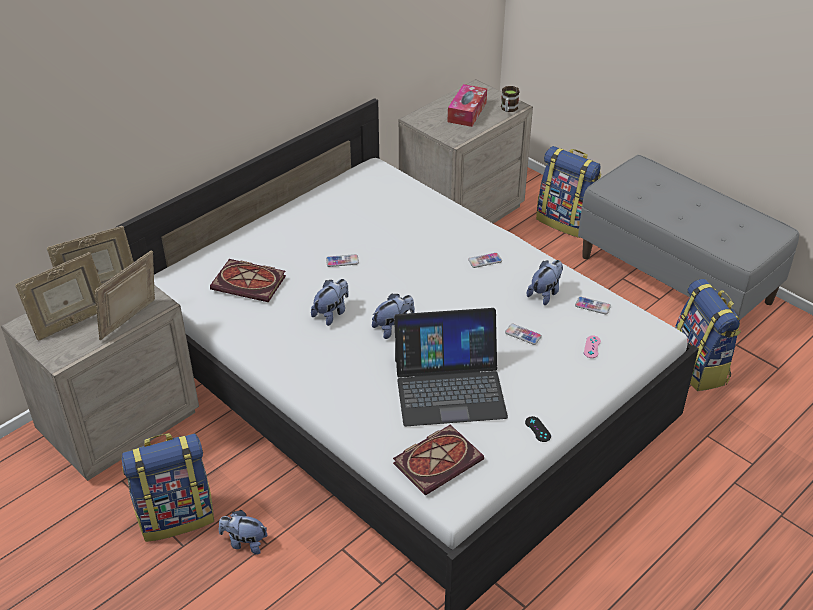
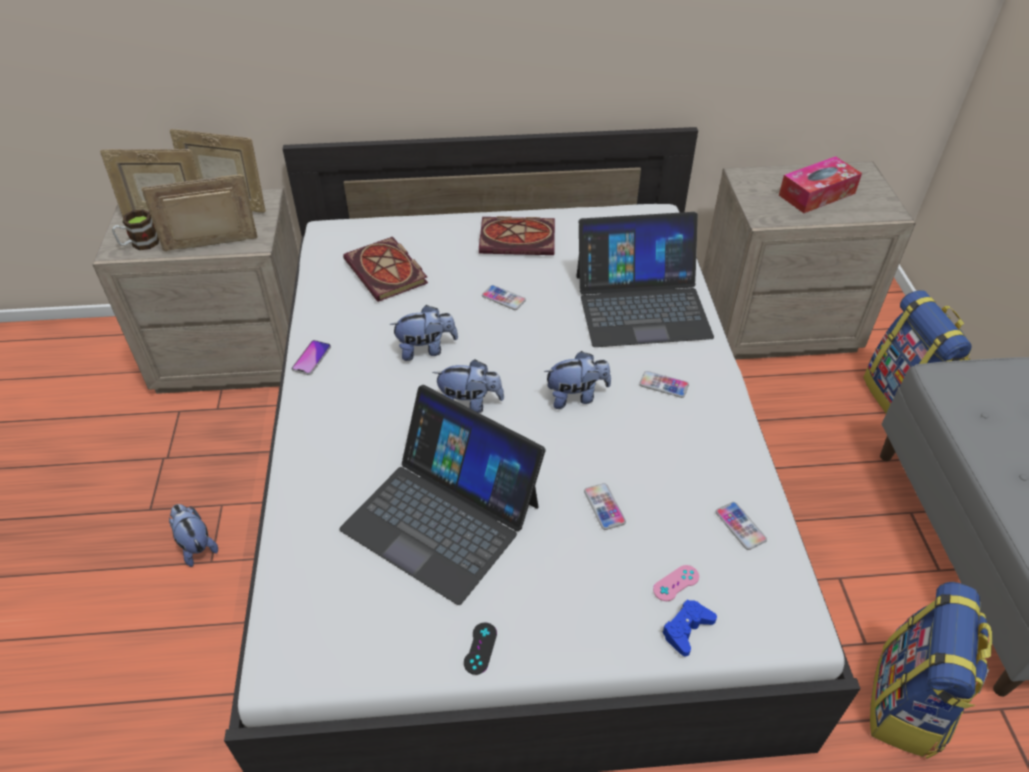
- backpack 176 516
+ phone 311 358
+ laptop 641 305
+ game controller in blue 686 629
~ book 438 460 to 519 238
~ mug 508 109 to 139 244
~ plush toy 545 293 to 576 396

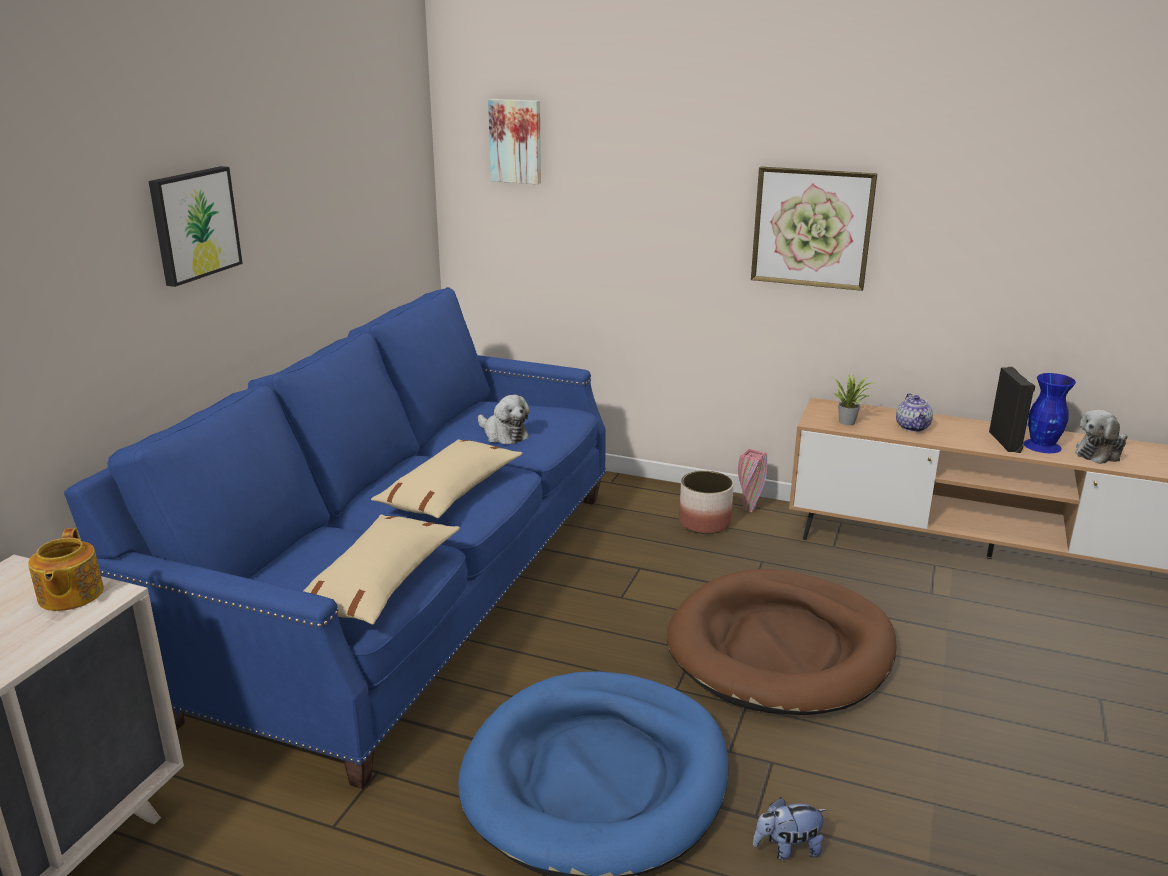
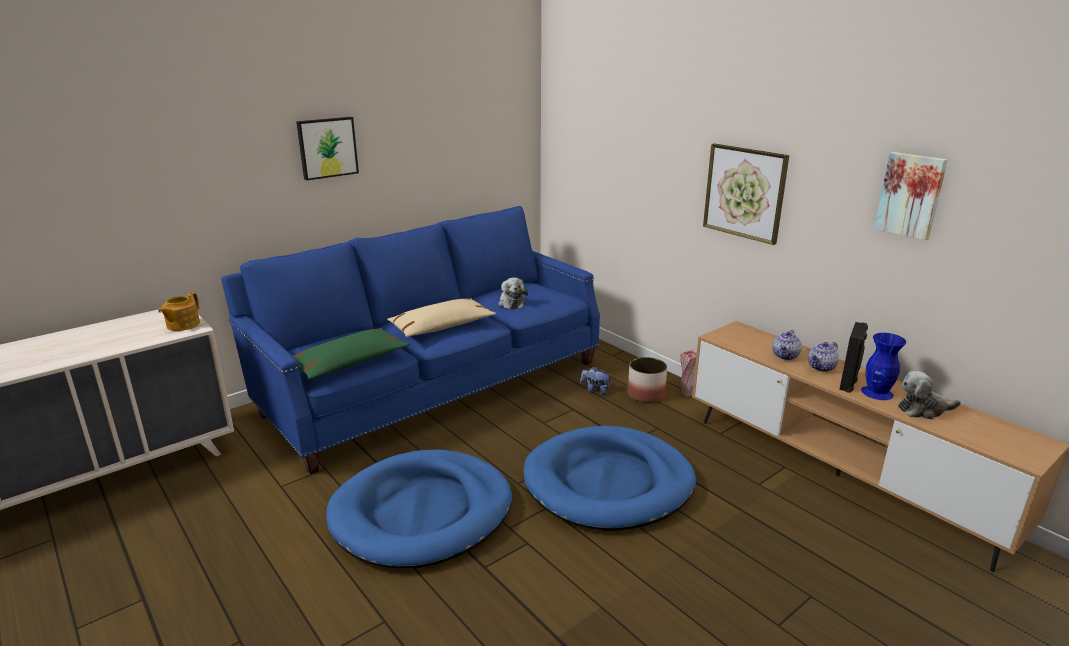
- potted plant 849 422
+ teapot 821 367
~ picture 516 141 to 911 195
~ plush toy 787 849 to 595 390
~ pillow in beige 379 583 to pillow in green 349 363
~ dog bed in brown 780 648 to dog bed in blue 608 483

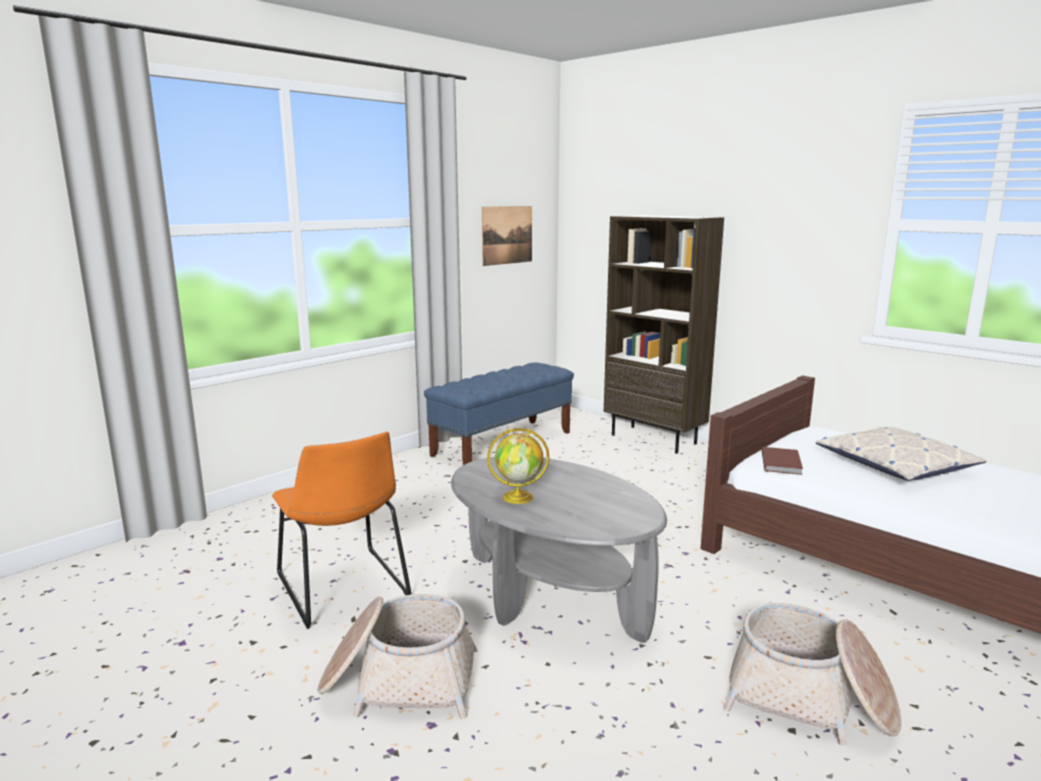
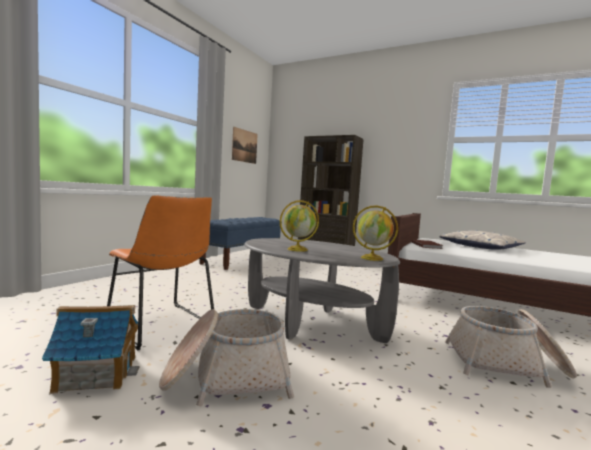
+ toy house 96 373
+ globe 372 258

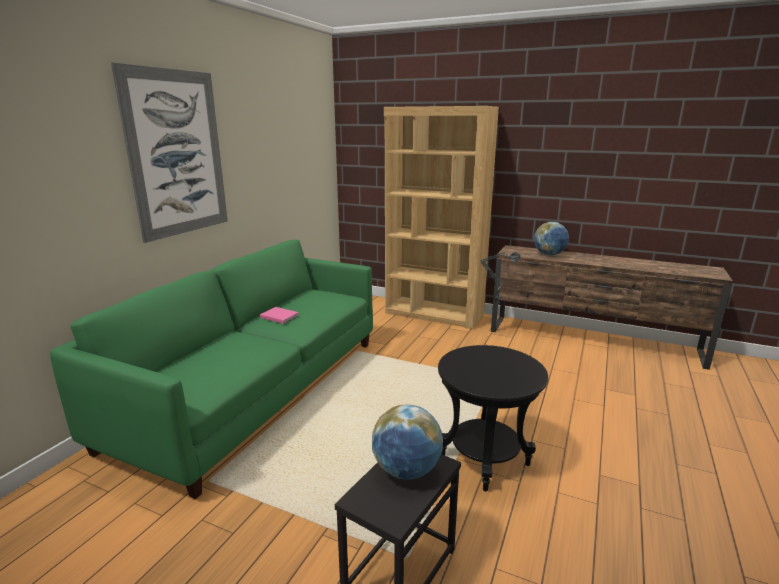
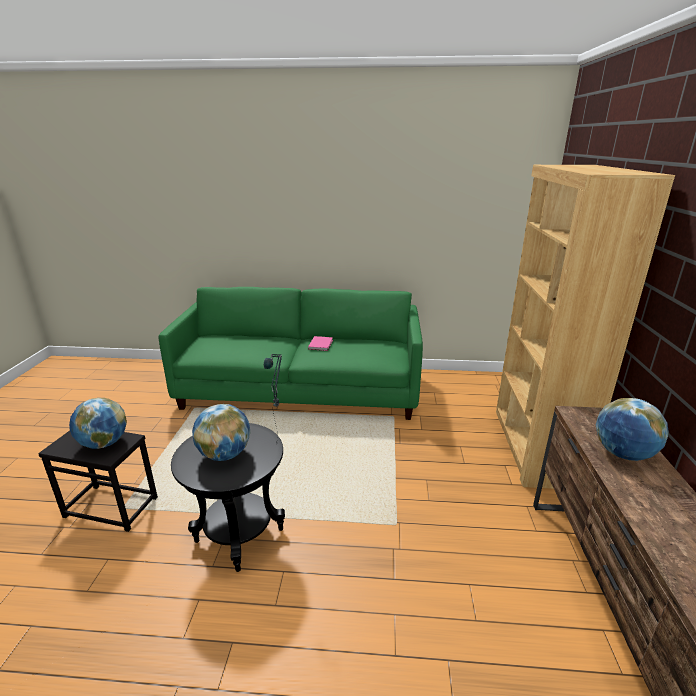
- picture 177 154
+ globe 225 454

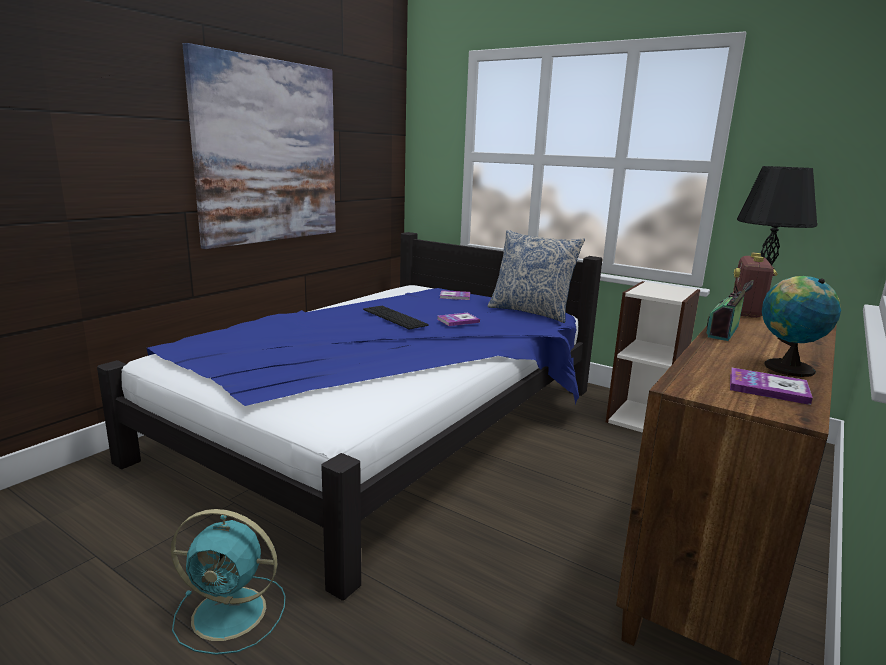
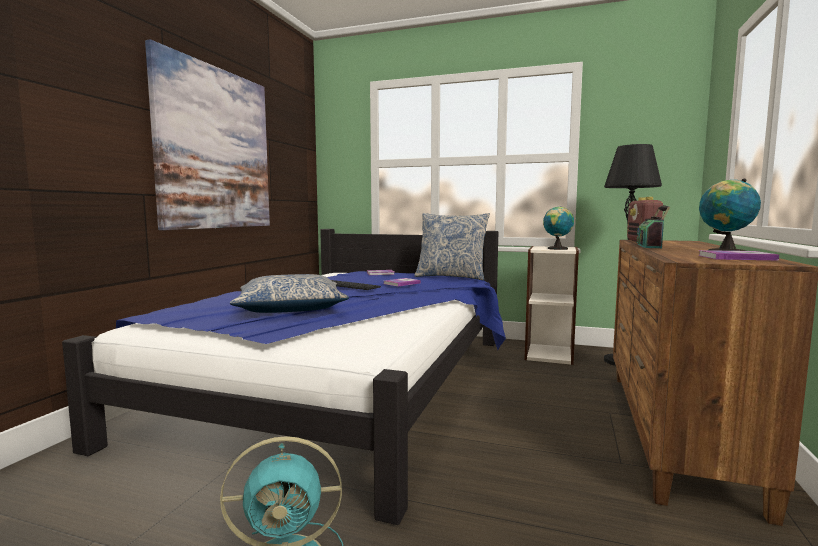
+ pillow 290 308
+ globe 557 249

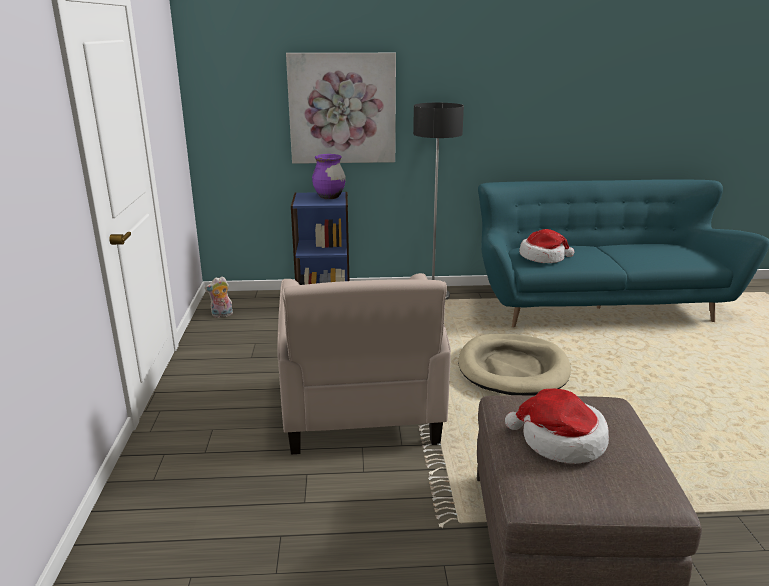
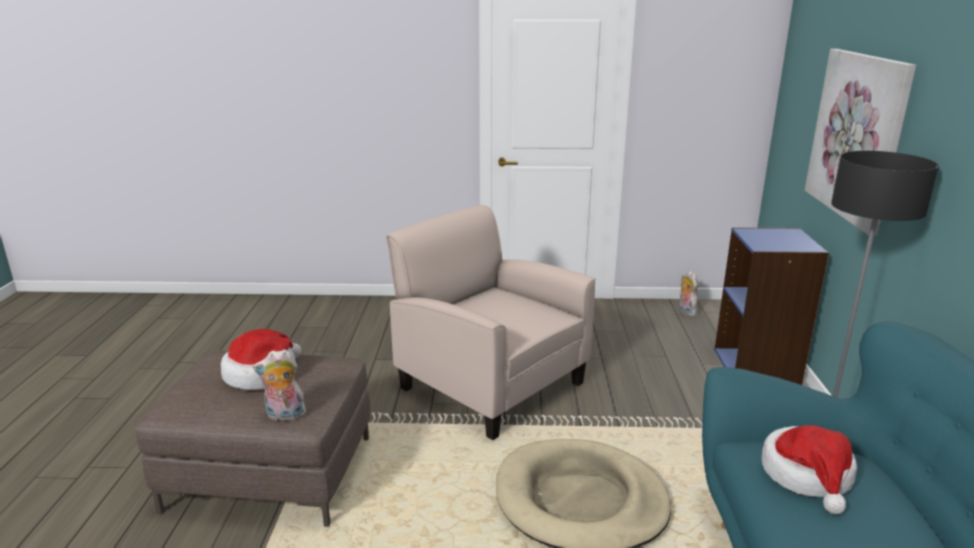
- vase in purple 329 197
+ plush toy 284 416
~ armchair in beige 361 412 = 490 384 45 degrees clockwise

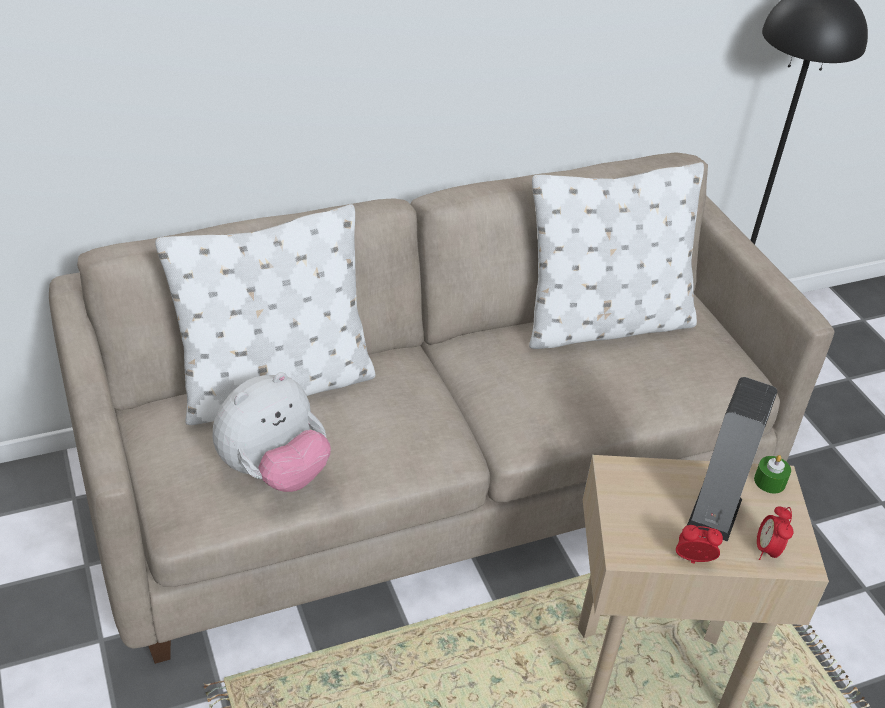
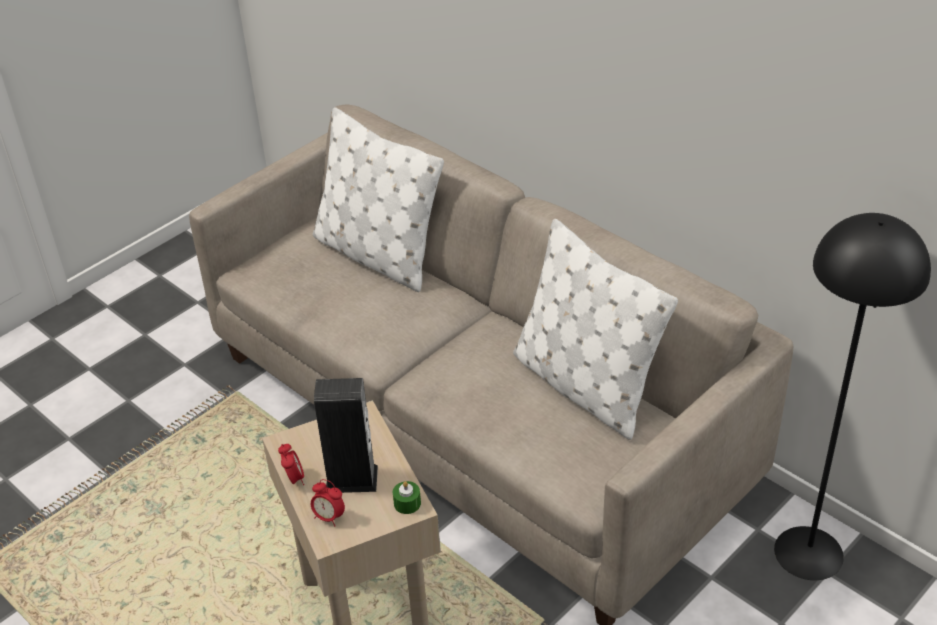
- plush toy 273 472
~ alarm clock 767 550 = 329 517 135 degrees counterclockwise

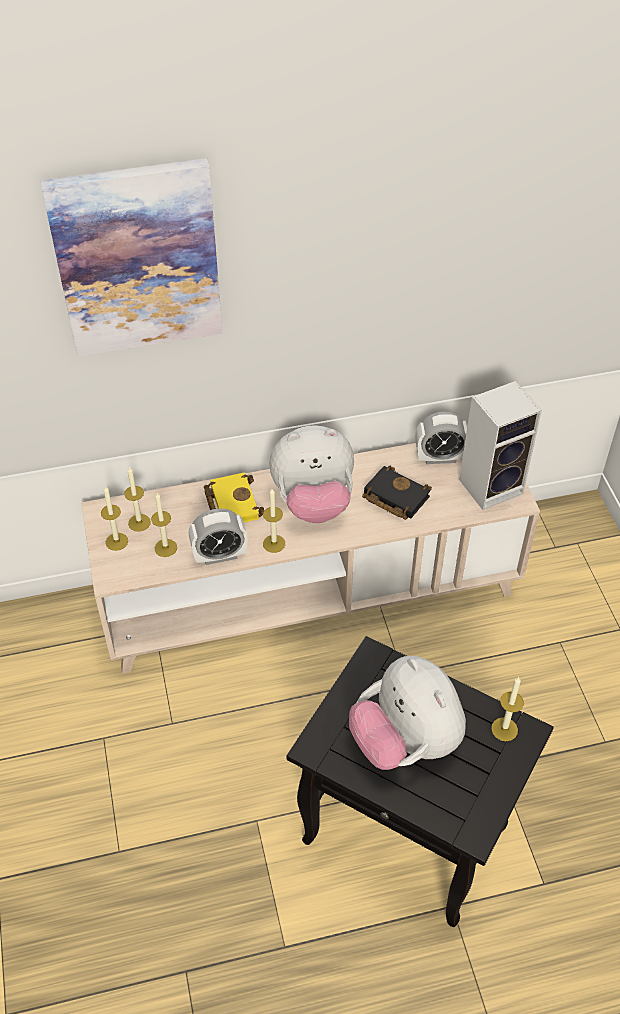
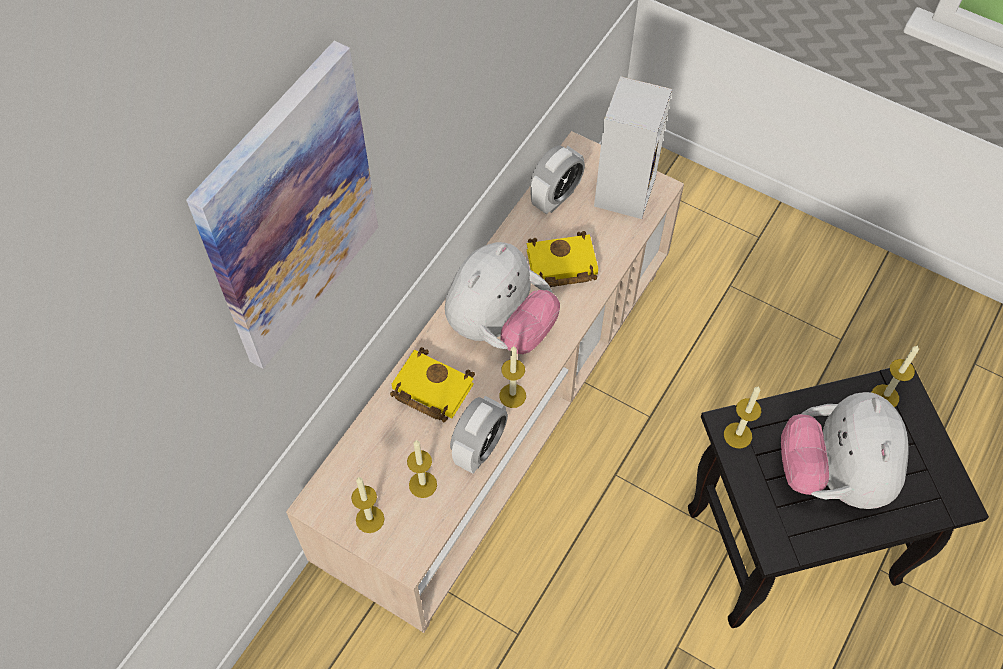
~ candle 139 522 to 737 435
~ book in black 393 497 to book in yellow 560 266
~ plush toy 405 741 = 832 475 75 degrees clockwise

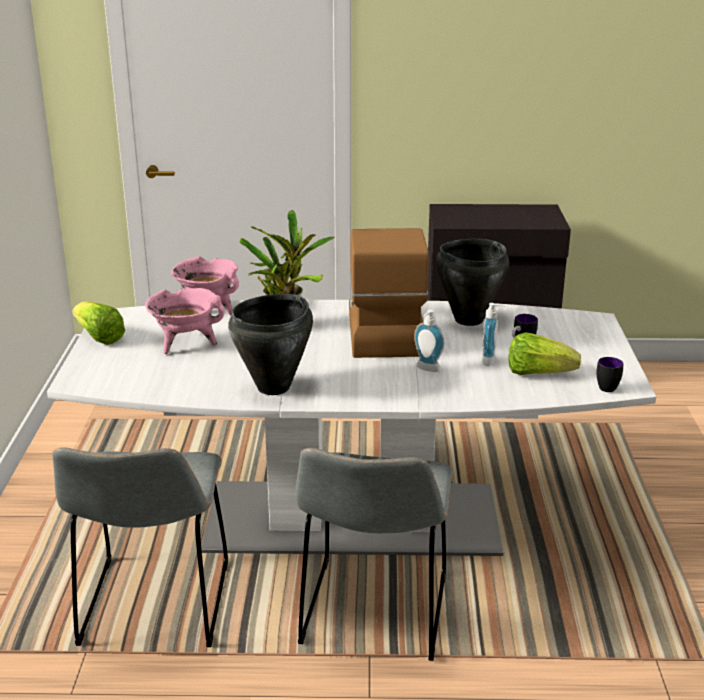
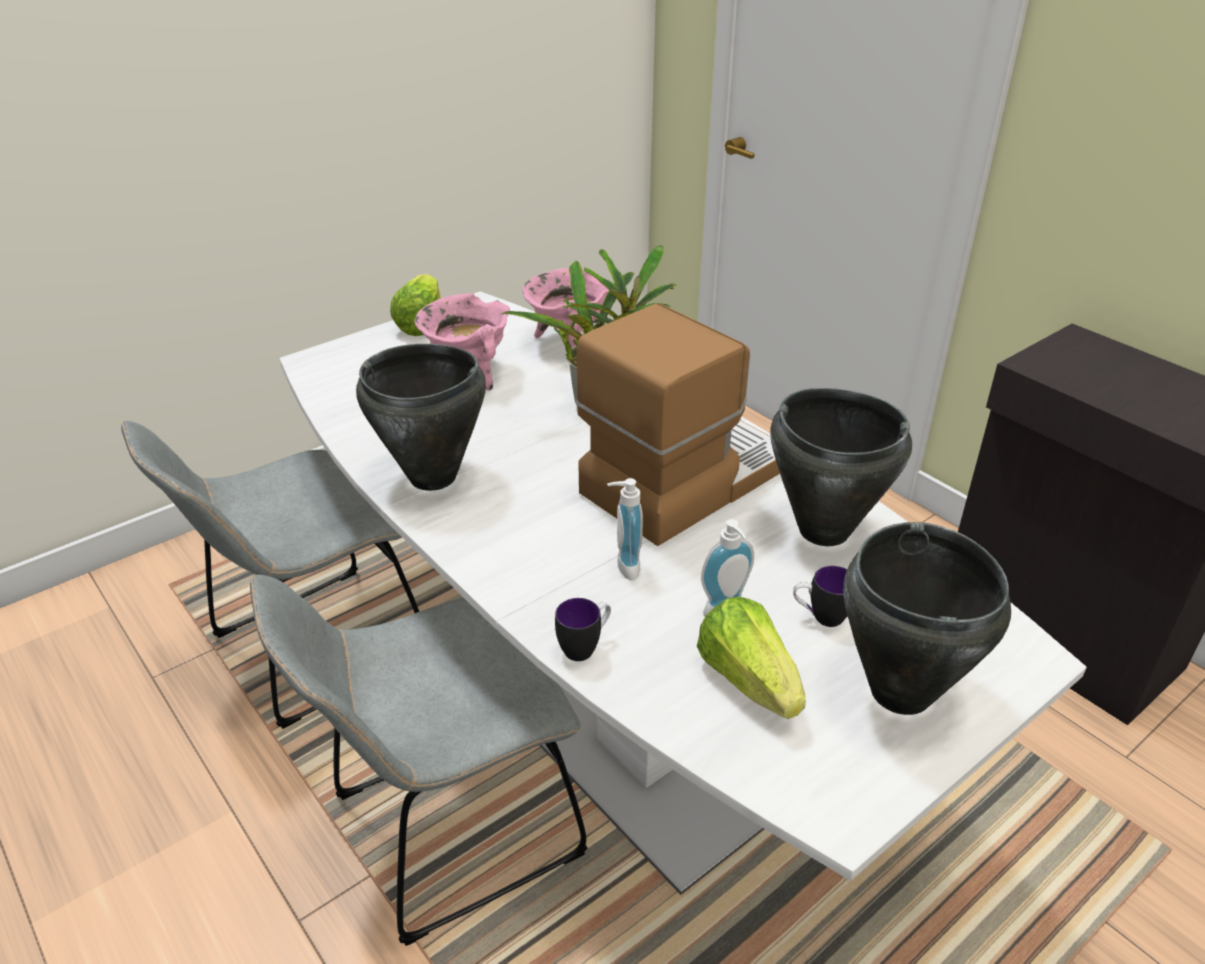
+ cooking pot in black 899 692
~ mug 606 386 to 585 647

